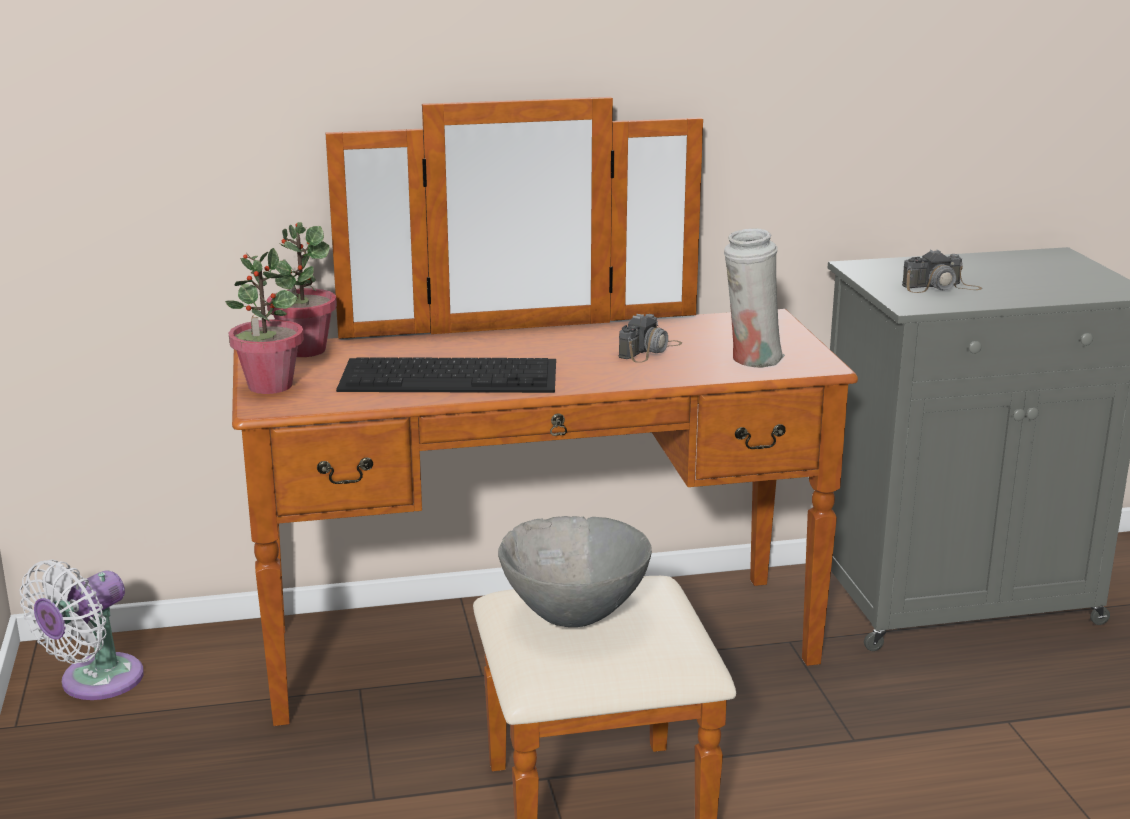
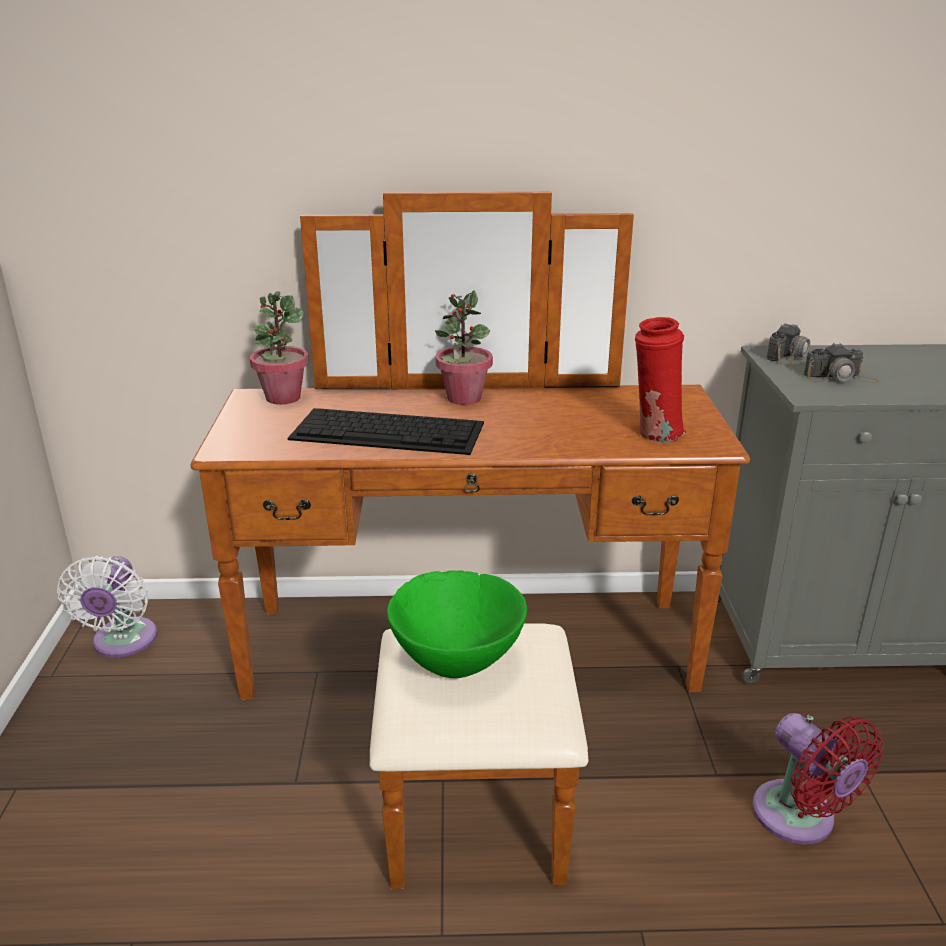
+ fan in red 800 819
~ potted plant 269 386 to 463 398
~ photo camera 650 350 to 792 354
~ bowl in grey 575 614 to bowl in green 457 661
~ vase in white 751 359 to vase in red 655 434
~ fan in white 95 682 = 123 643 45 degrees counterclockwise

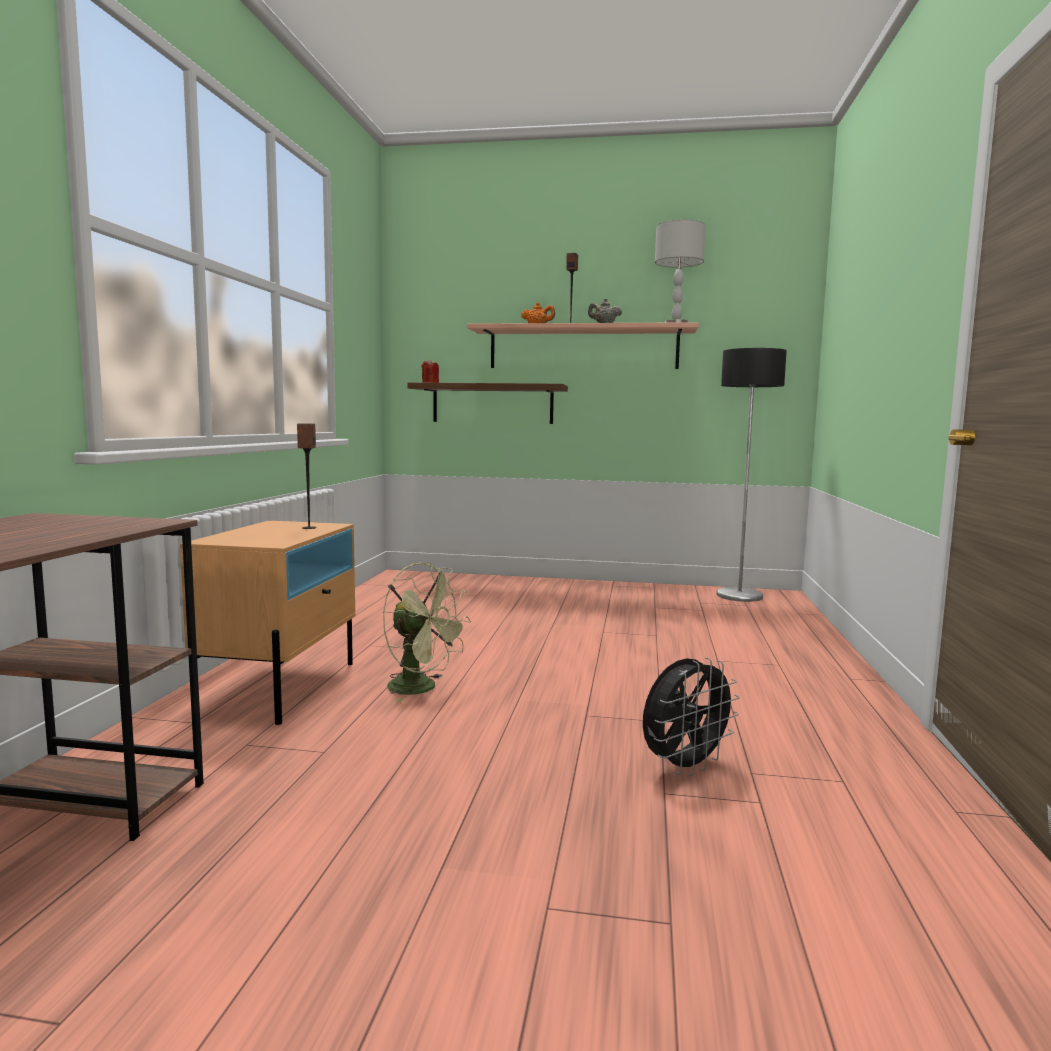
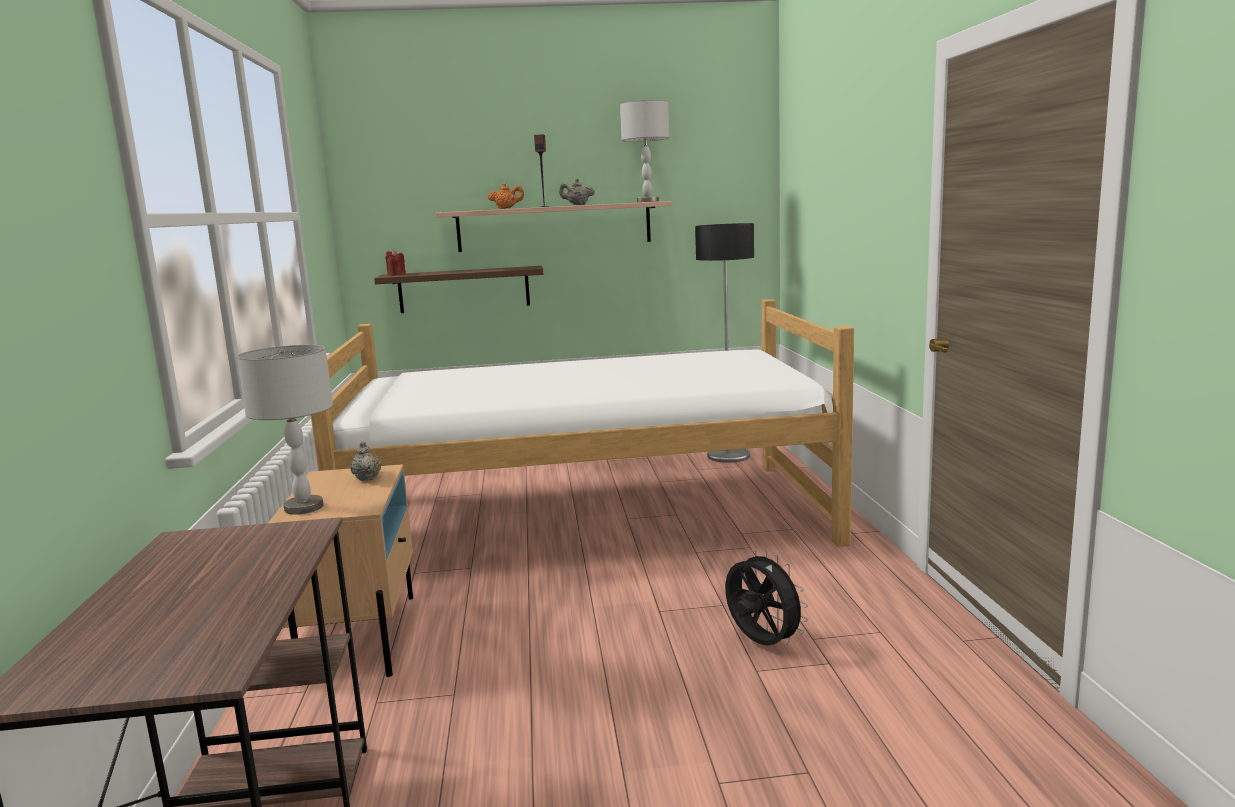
- fan in green 422 688
+ table lamp in grey 303 508
+ bed 588 520
~ speaker 308 528 to teapot in beige 367 478
~ fan in black 685 767 = 761 644 75 degrees counterclockwise

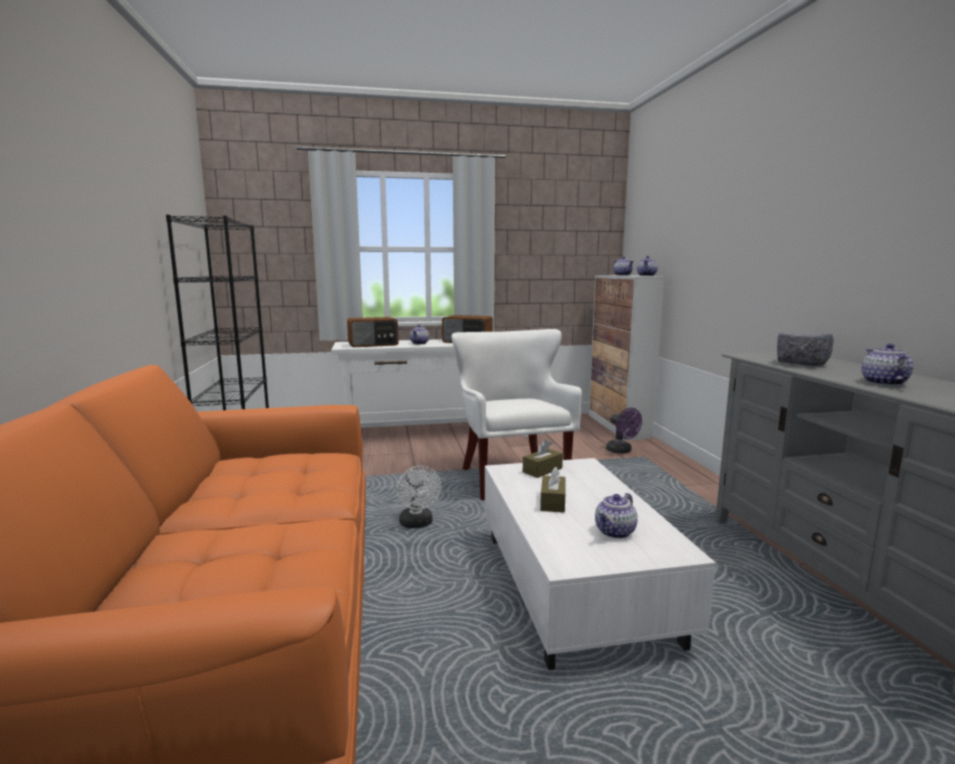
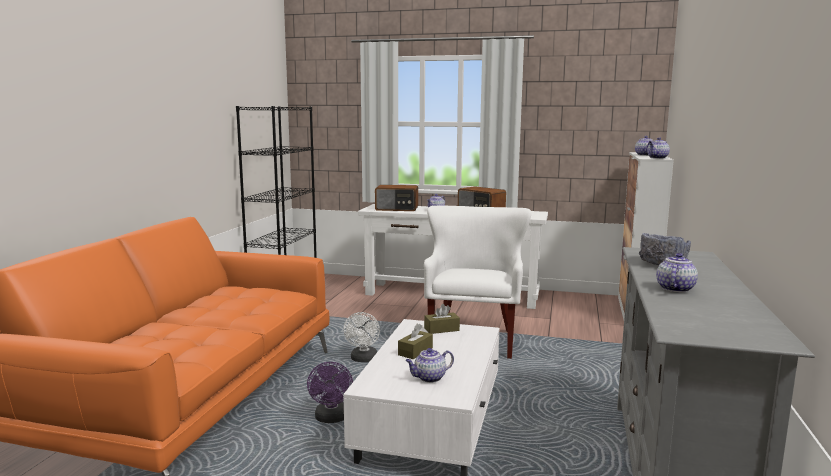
~ fan in purple 622 451 to 331 419

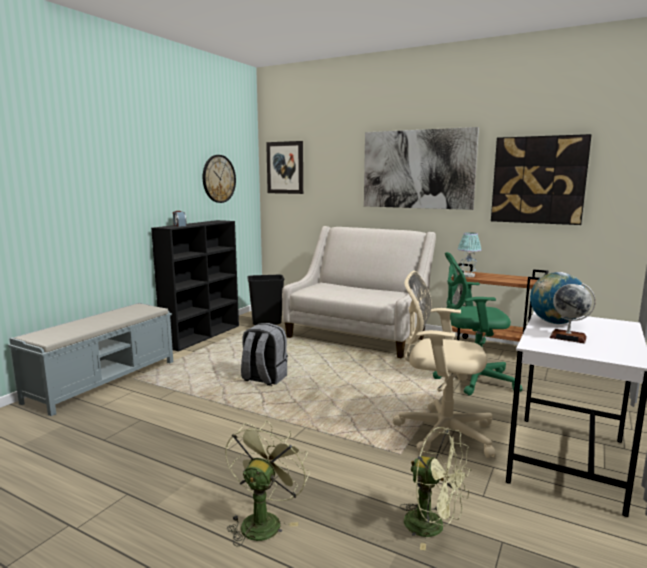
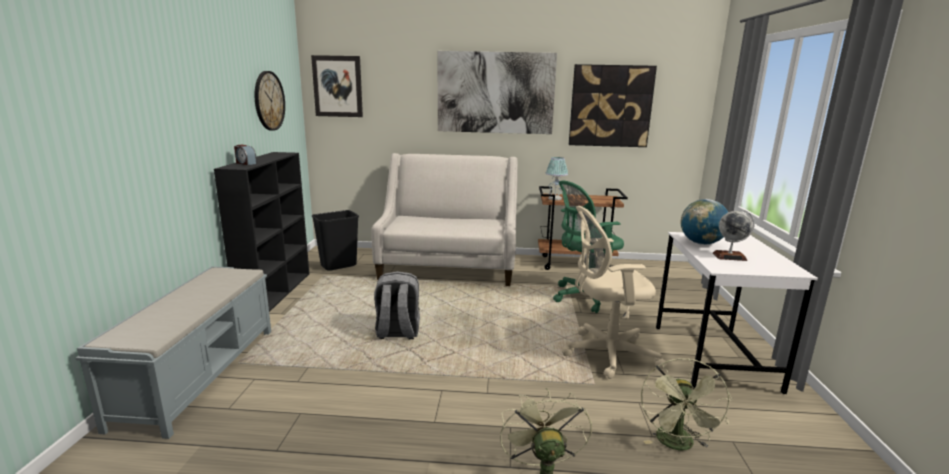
~ fan in green 433 527 = 677 445 90 degrees clockwise

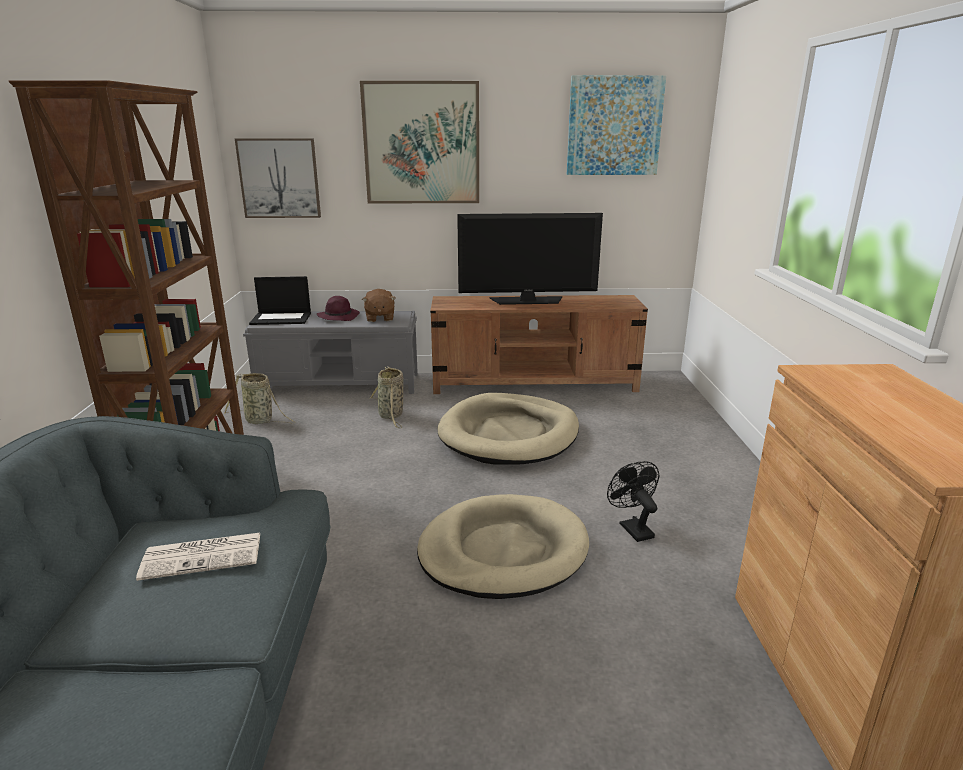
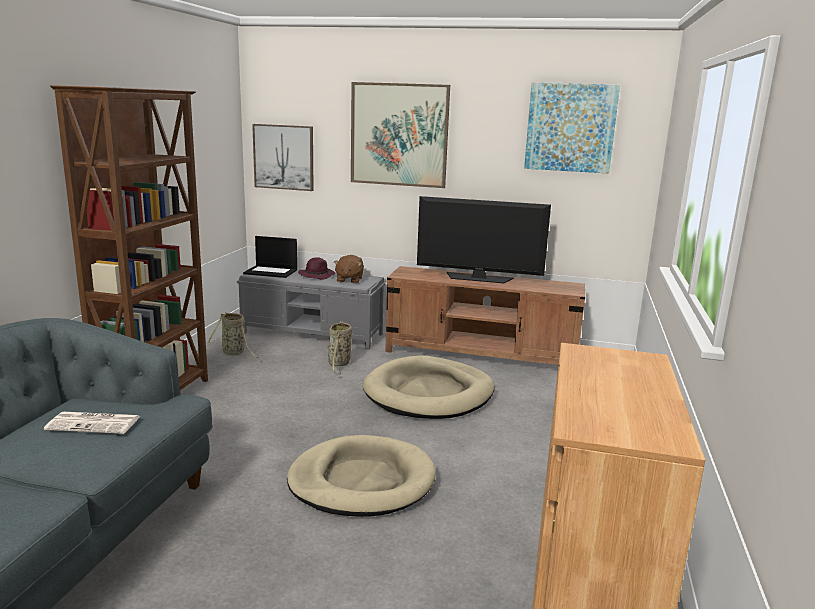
- fan in black 632 528

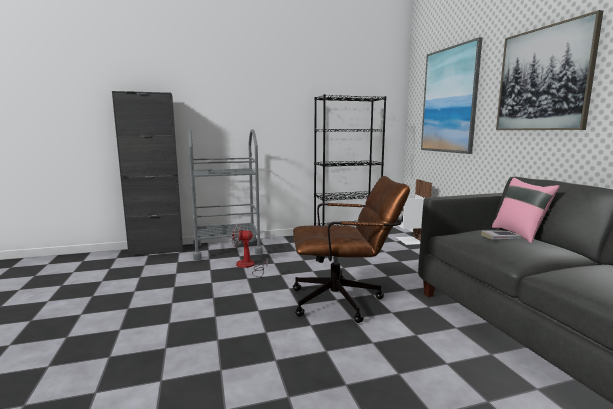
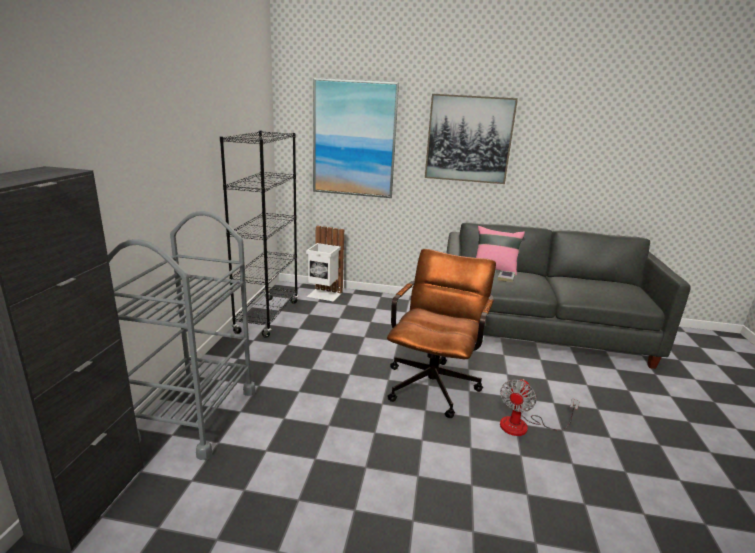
~ fan 248 266 to 523 426

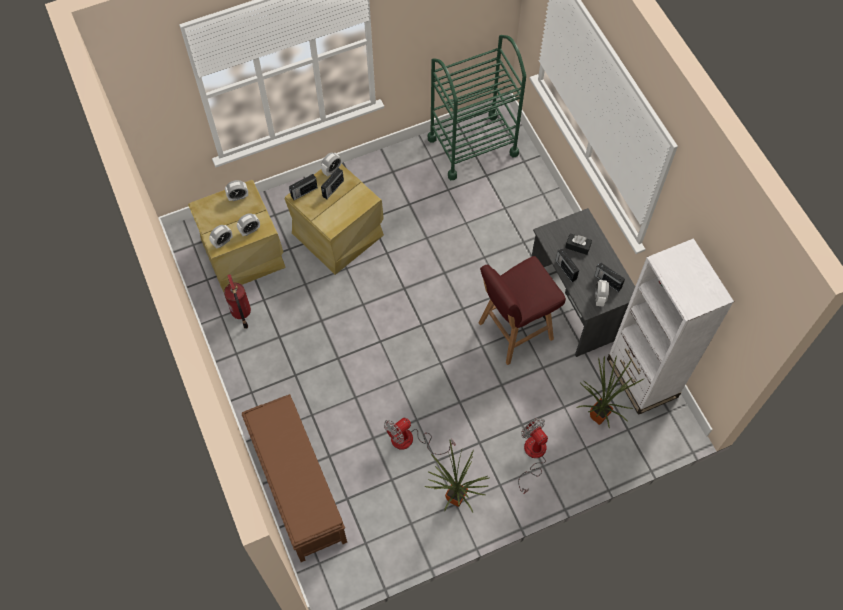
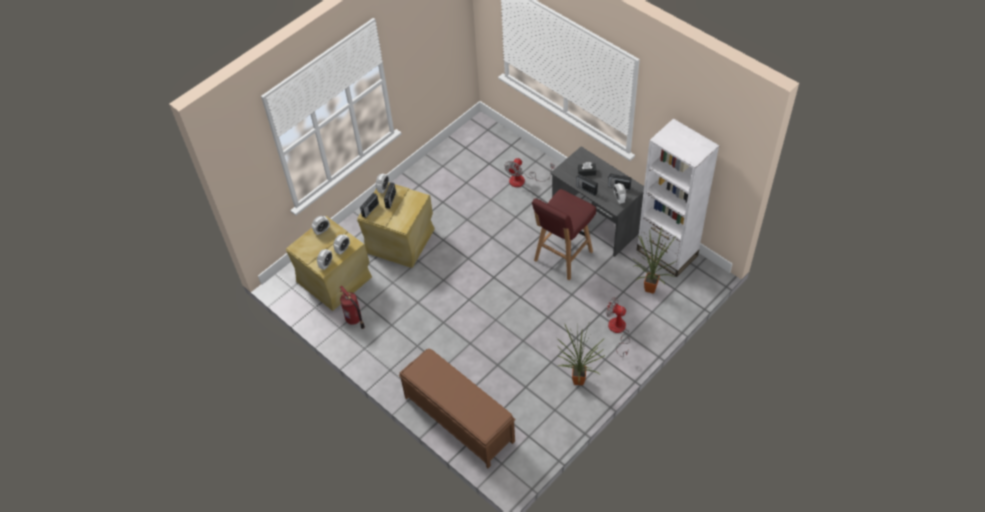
- cart in green 472 146
~ fan 410 441 to 523 180

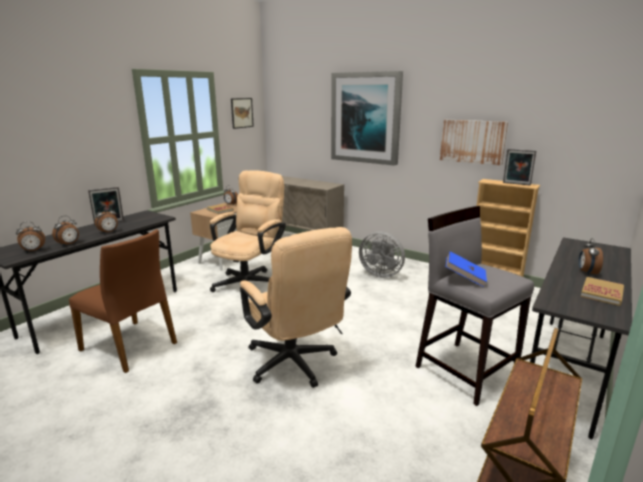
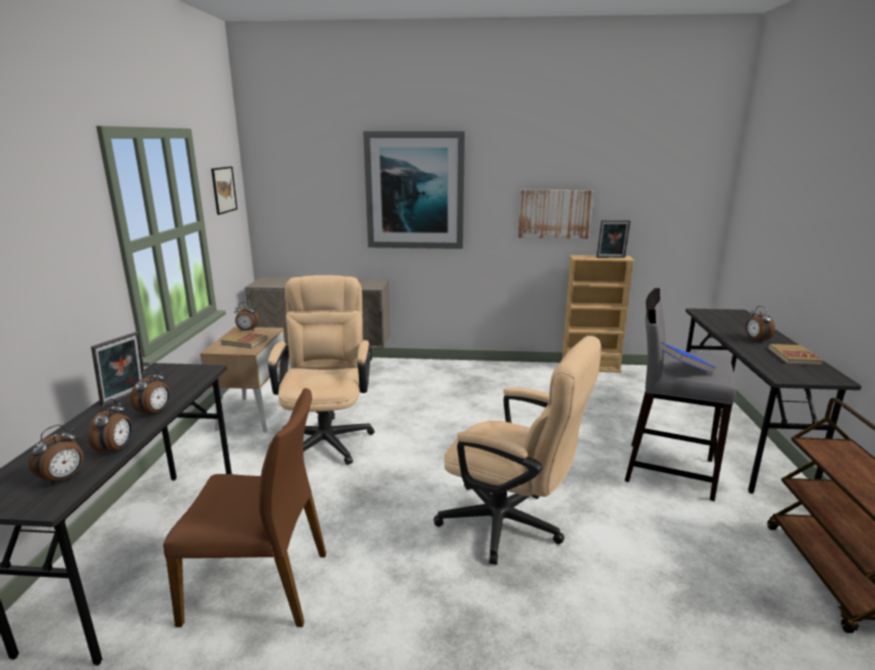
- fan in grey 381 273

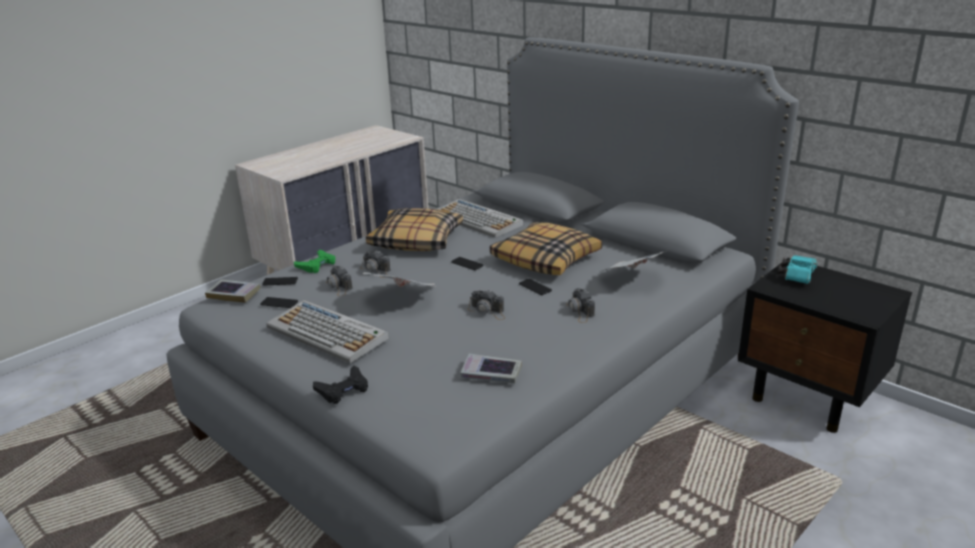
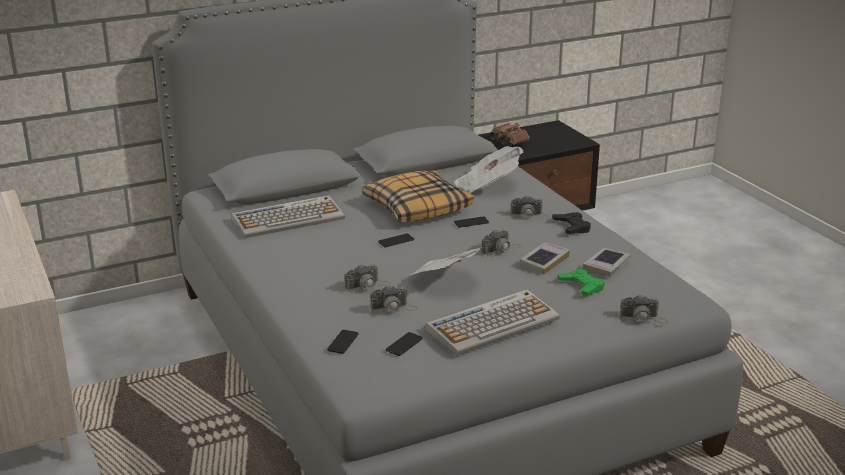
- pillow 416 241
+ photo camera 643 318
~ book 234 294 to 544 261
~ game controller in green 317 265 to 582 286
~ game controller in black 343 389 to 572 227
~ binoculars in turquoise 797 276 to binoculars in brown 507 141

